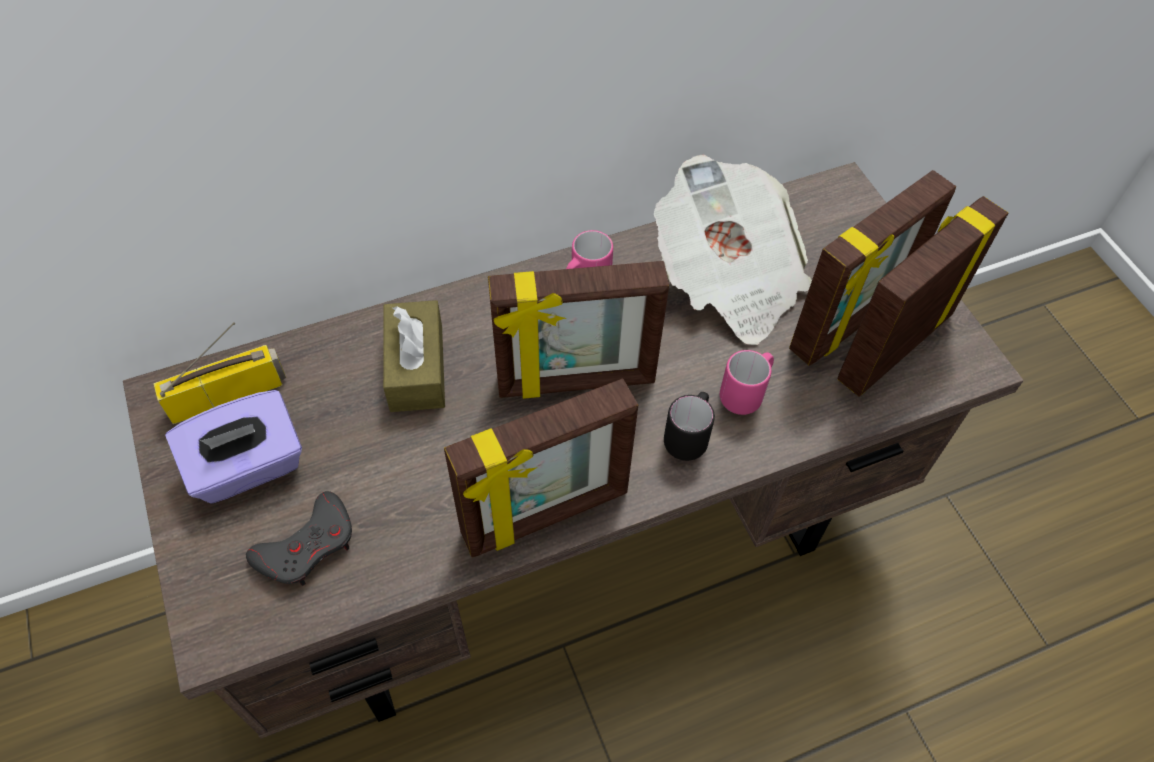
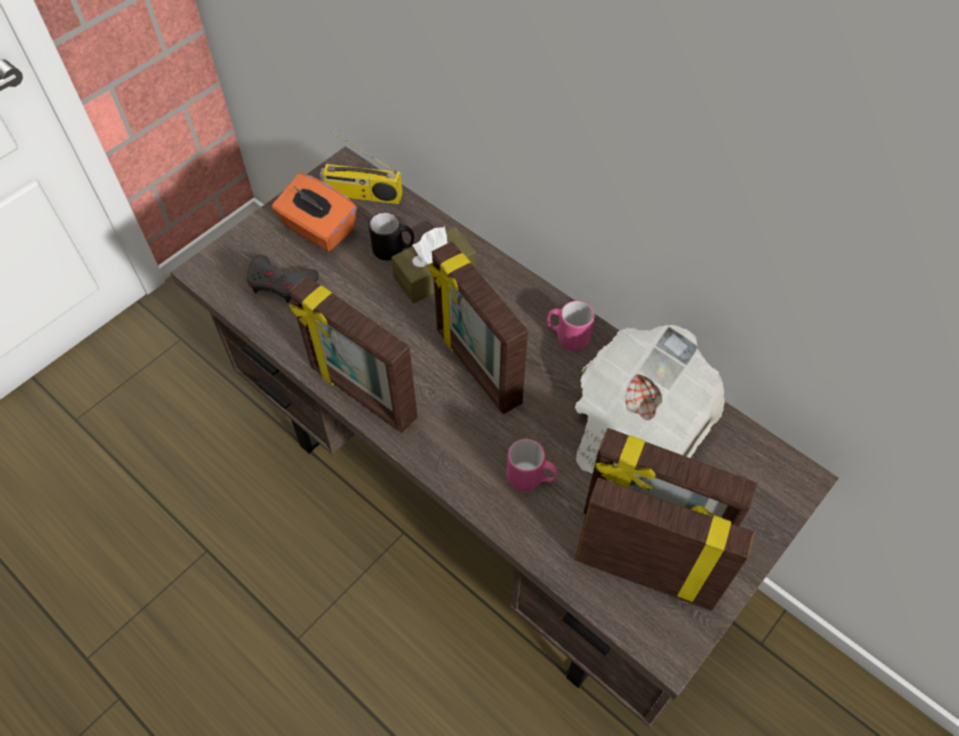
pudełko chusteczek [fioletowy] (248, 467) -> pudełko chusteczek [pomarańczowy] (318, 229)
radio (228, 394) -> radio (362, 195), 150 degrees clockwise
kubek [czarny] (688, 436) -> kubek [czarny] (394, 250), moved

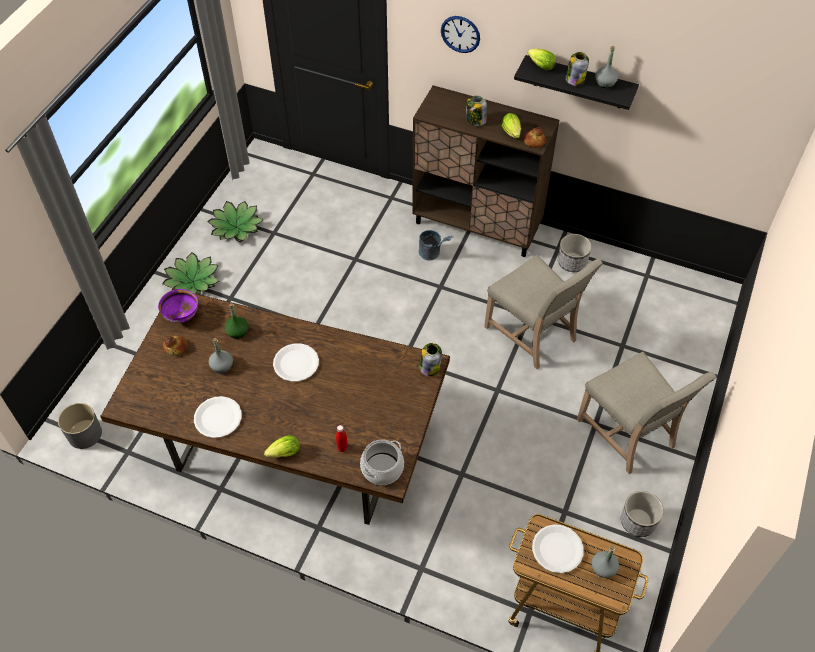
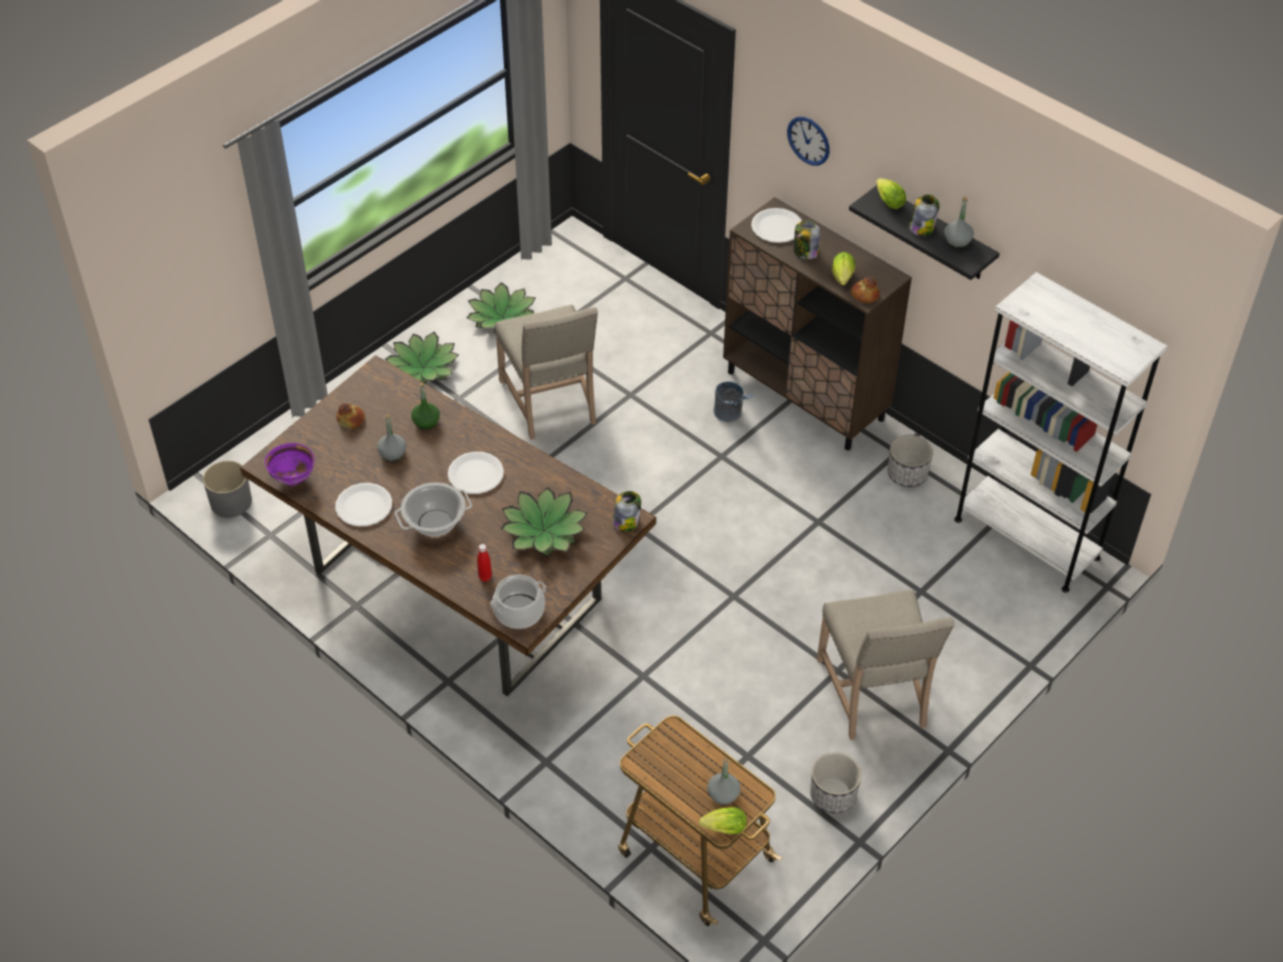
miska [fioletowy] (182, 316) -> miska [fioletowy] (293, 478), moved
none -> garnek (435, 523)
krzesło [beżowy] (533, 334) -> krzesło [beżowy] (551, 403), moved
none -> roślina doniczkowa (544, 530)
sałata (282, 453) -> sałata (722, 829), moved
talerz [biały] (557, 549) -> talerz [biały] (777, 227), moved
none -> regał [biały] (1026, 538)

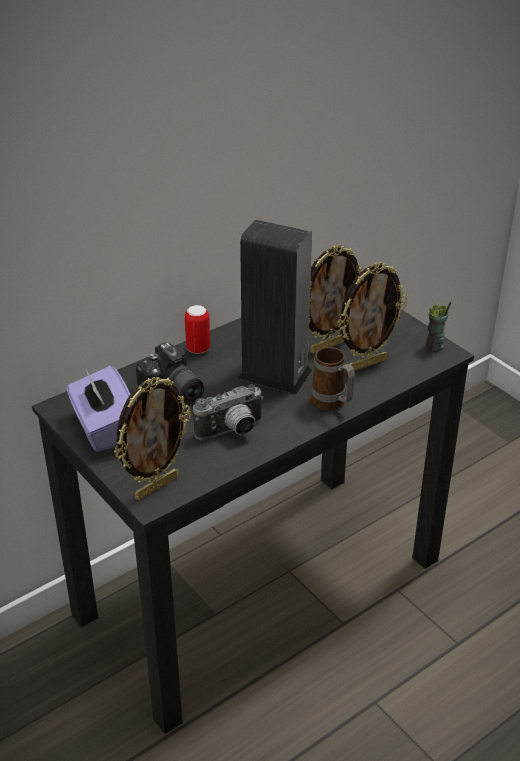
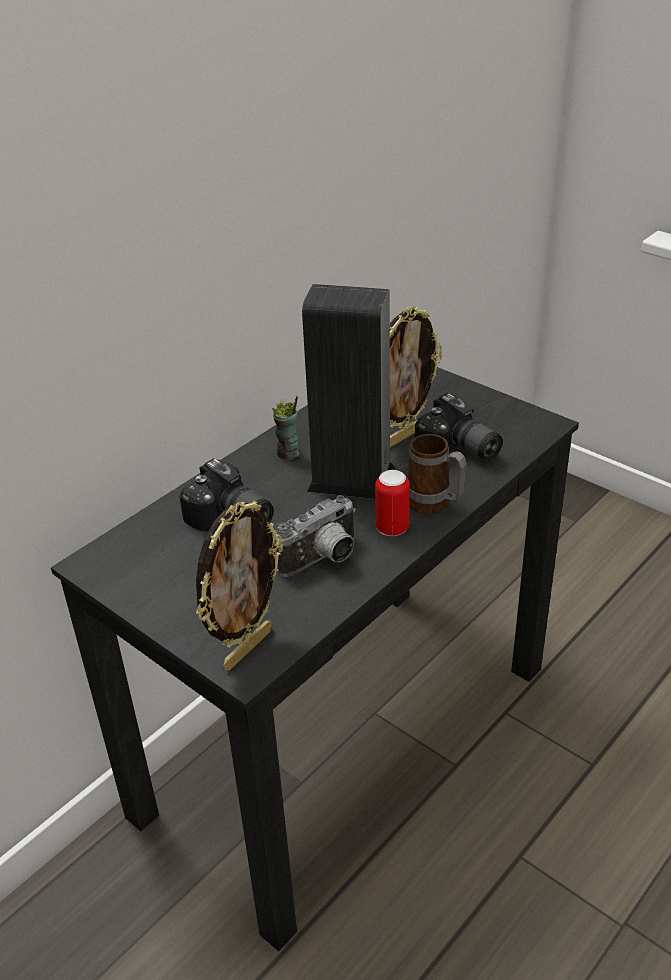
filiżanka (434, 346) -> filiżanka (288, 454), moved
puszka (198, 349) -> puszka (392, 528), moved
ramka na zdjęcie (366, 364) -> aparat fotograficzny (458, 451)
pudełko chusteczek [fioletowy] (104, 428) -> none

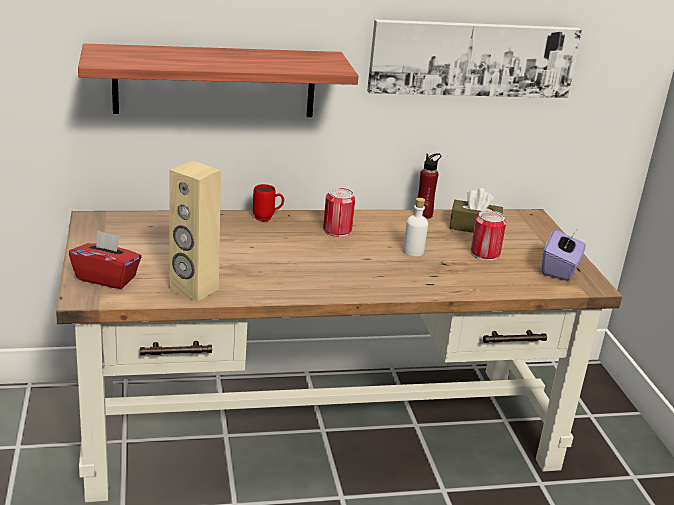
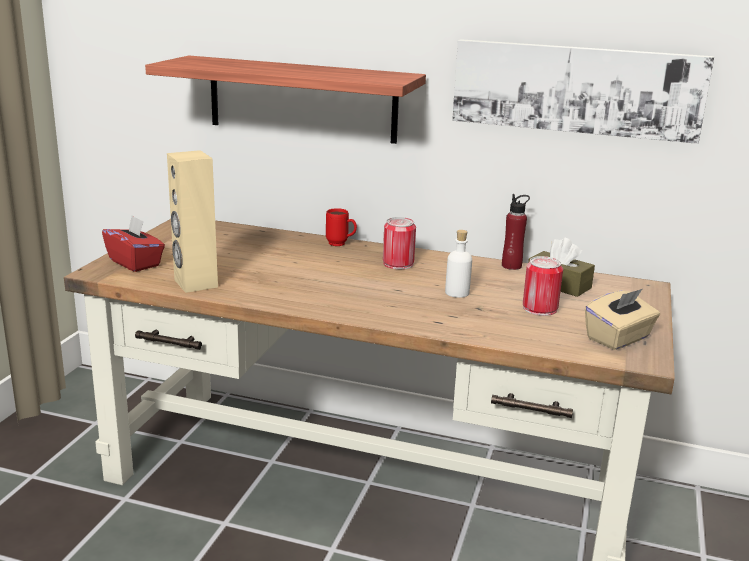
pudełko chusteczek [fioletowy] (560, 269) -> pudełko chusteczek [beżowy] (618, 338)

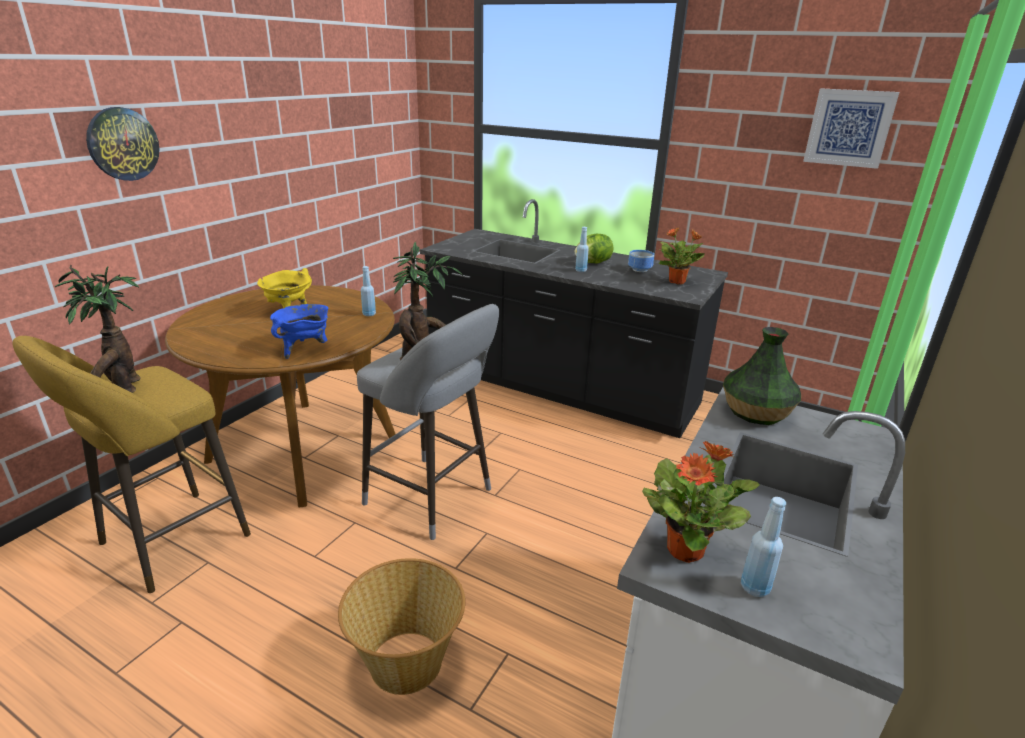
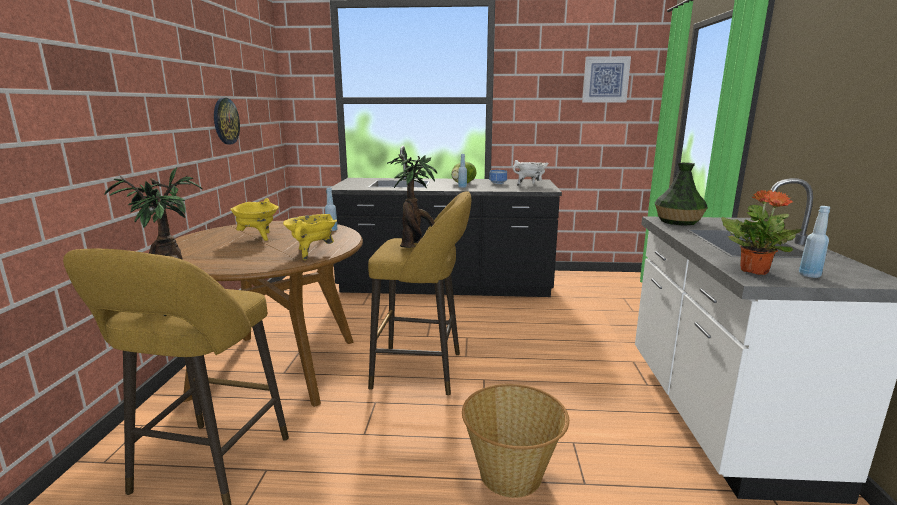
zegar ścienny (122, 144) -> zegar ścienny (225, 121), moved
garnek [niebieski] (305, 349) -> garnek [żółty] (312, 253)
stołek [szary] (434, 499) -> stołek [żółty] (423, 370)
roślina doniczkowa (677, 282) -> garnek [biały] (530, 185)

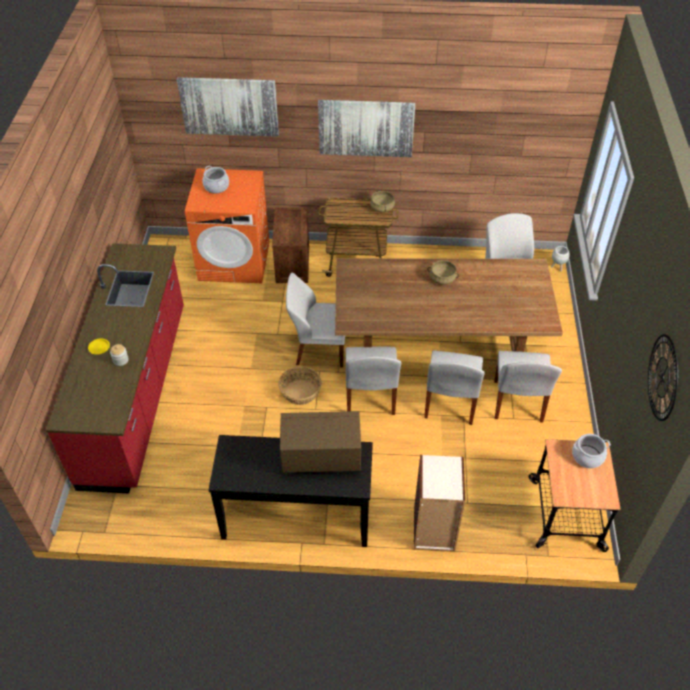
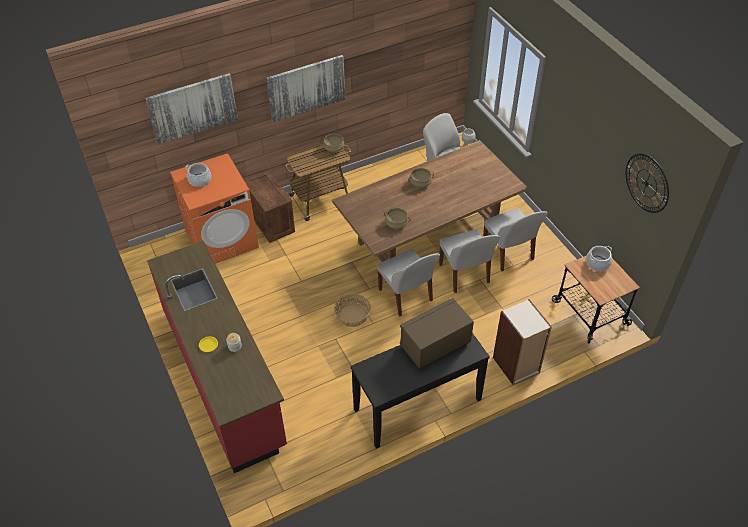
none -> garnek [beżowy] (396, 223)
krzesło [biały] (319, 349) -> none

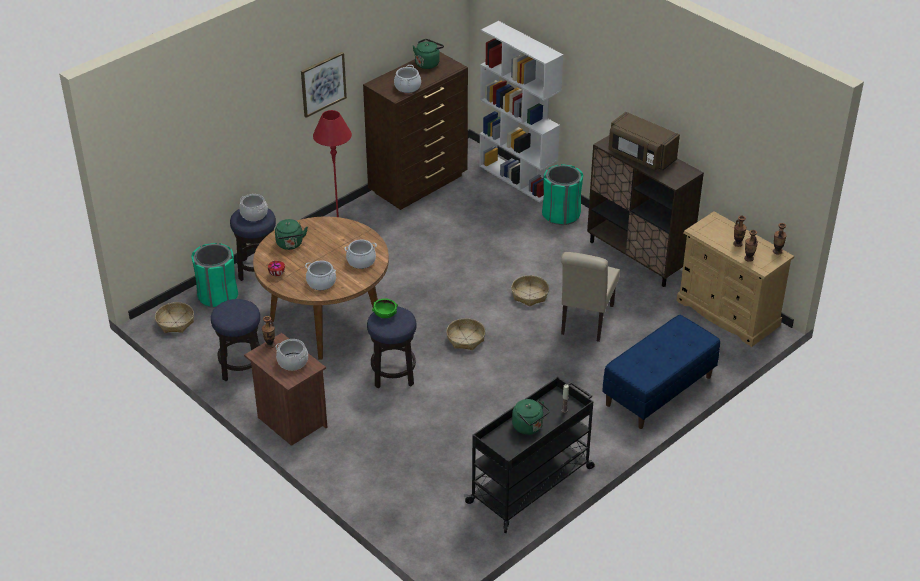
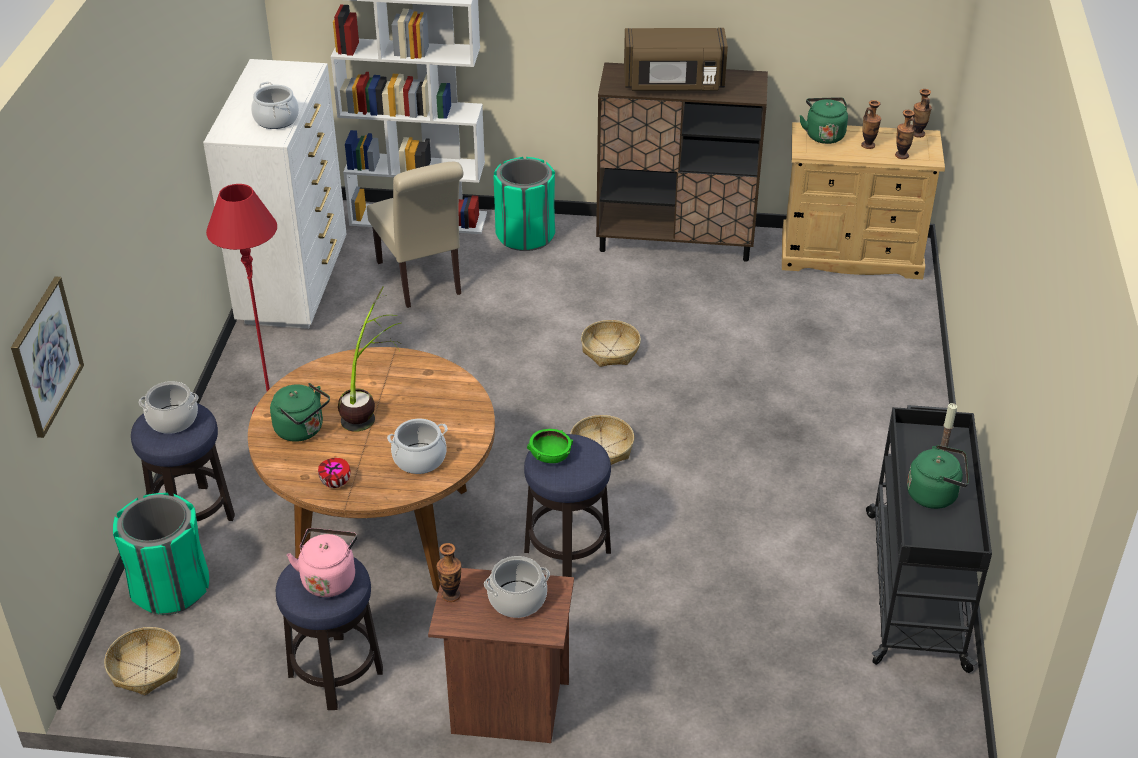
obraz (323, 84) -> obraz (46, 356), moved
komoda [brązowy] (419, 184) -> komoda [biały] (295, 284)
none -> czajnik [różowy] (329, 578)
none -> roślina doniczkowa (370, 407)
krzesło [beżowy] (585, 322) -> krzesło [beżowy] (422, 281), moved
czajnik [zielony] (428, 63) -> czajnik [zielony] (824, 135), moved
garnek (361, 261) -> none
ławka [niebieski] (659, 391) -> none

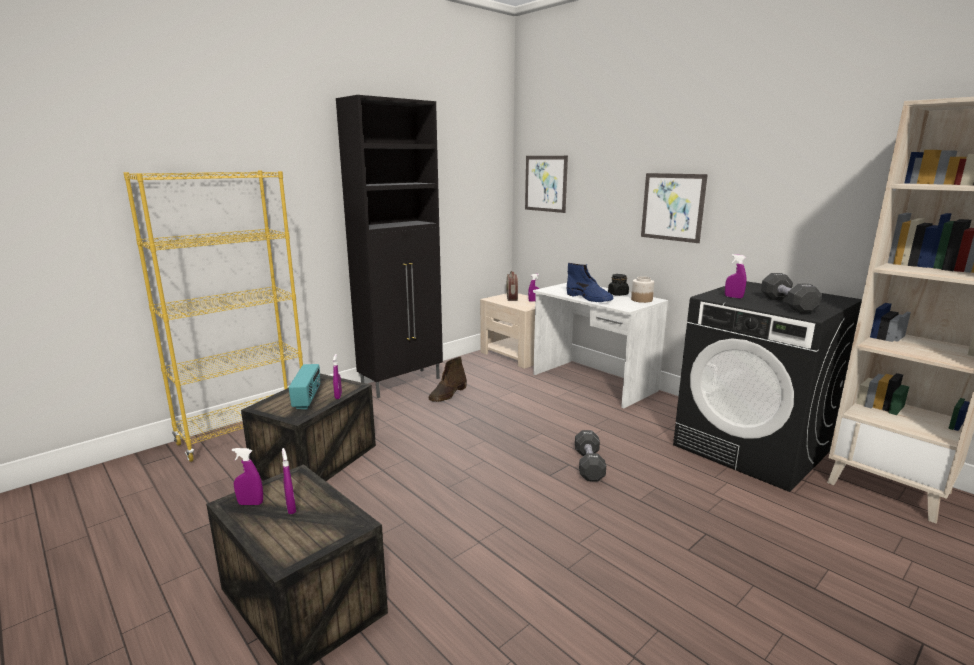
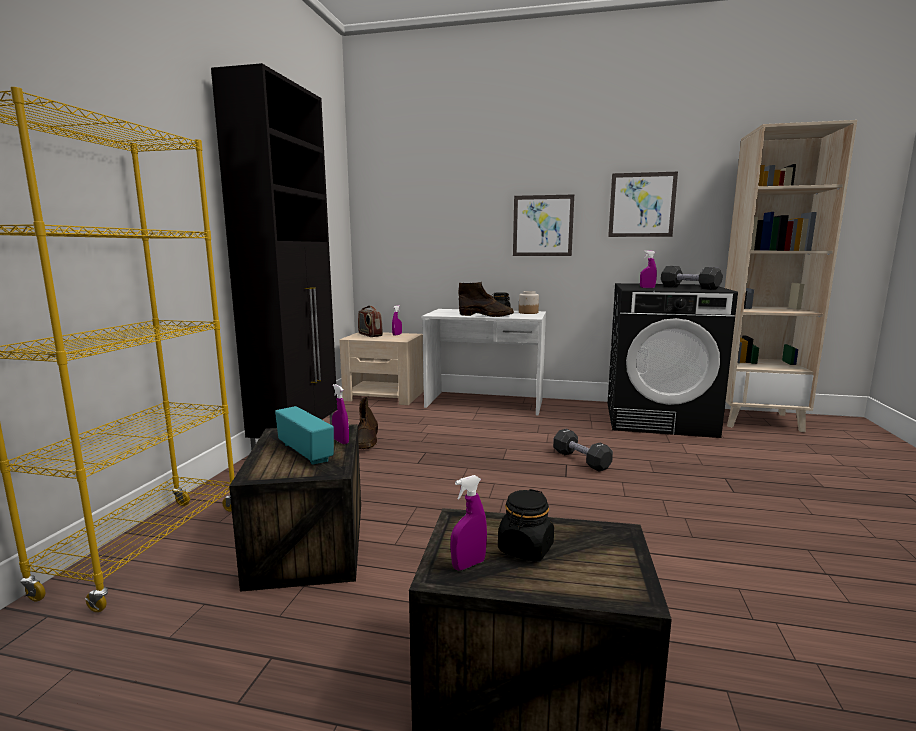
but z cholewką [niebieski] (589, 298) -> but z cholewką [brązowy] (486, 315)
spryskiwacz [fioletowy] (291, 508) -> słoik [czarny] (525, 549)
obraz (545, 183) -> obraz (642, 205), moved

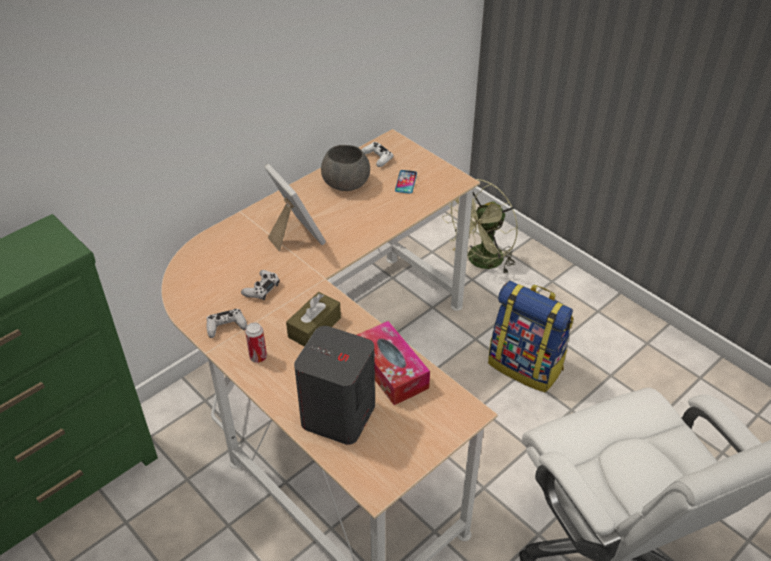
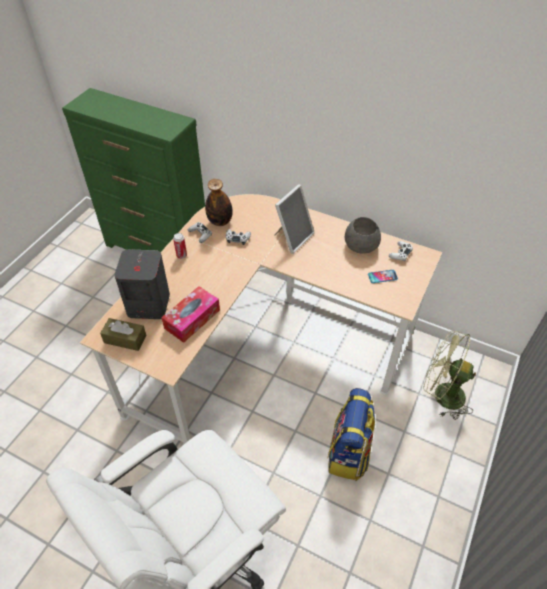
pudełko chusteczek [brązowy] (314, 327) -> pudełko chusteczek [brązowy] (125, 339), moved
none -> butelka (220, 221)

